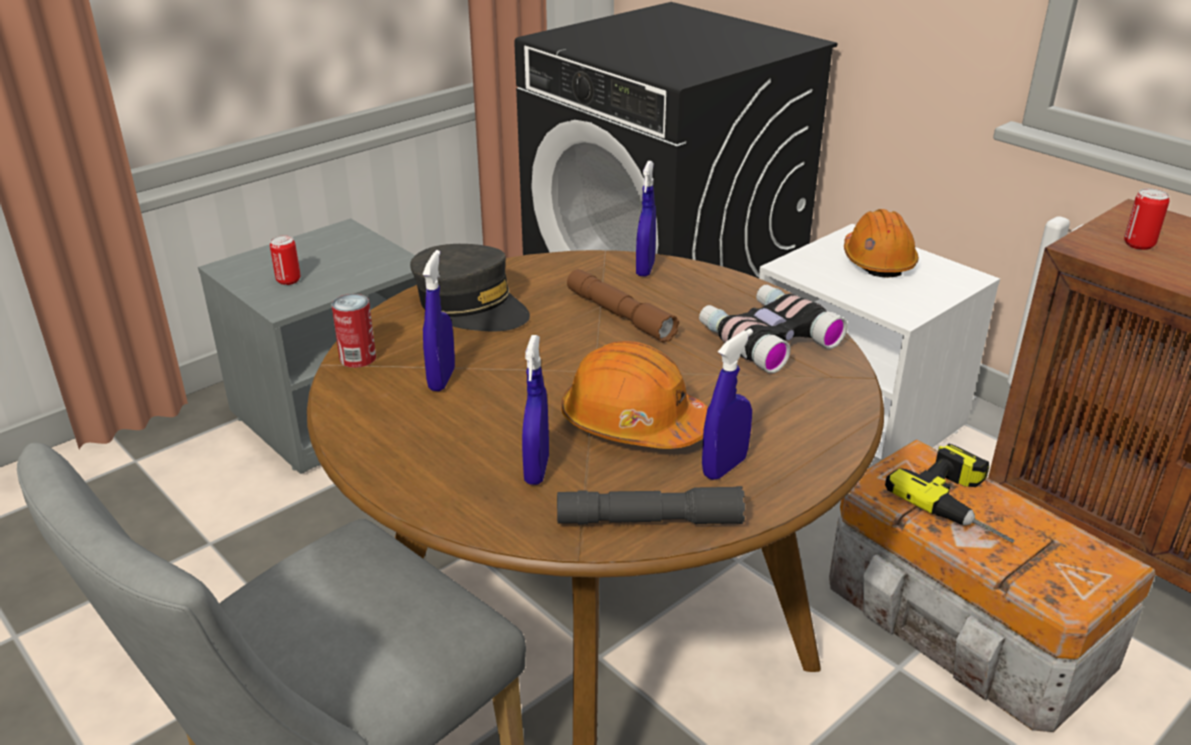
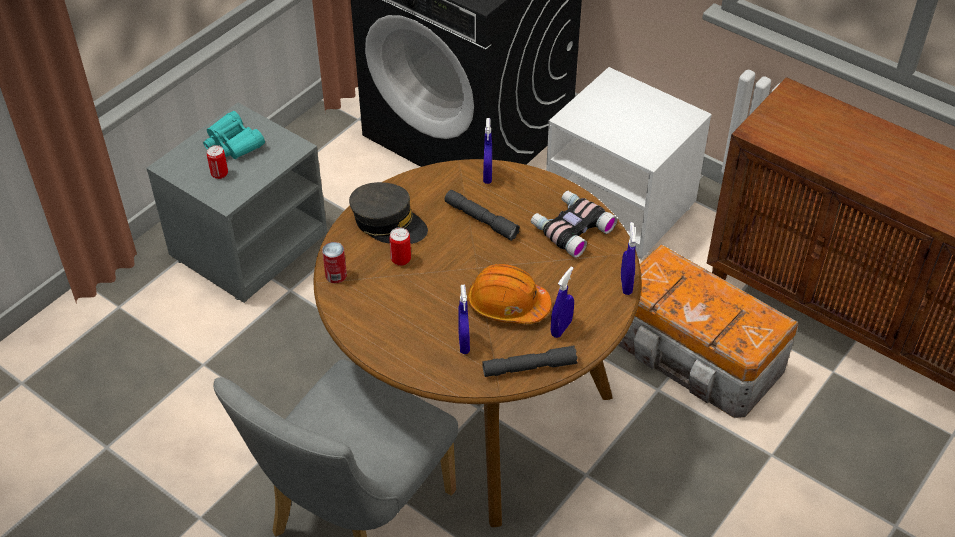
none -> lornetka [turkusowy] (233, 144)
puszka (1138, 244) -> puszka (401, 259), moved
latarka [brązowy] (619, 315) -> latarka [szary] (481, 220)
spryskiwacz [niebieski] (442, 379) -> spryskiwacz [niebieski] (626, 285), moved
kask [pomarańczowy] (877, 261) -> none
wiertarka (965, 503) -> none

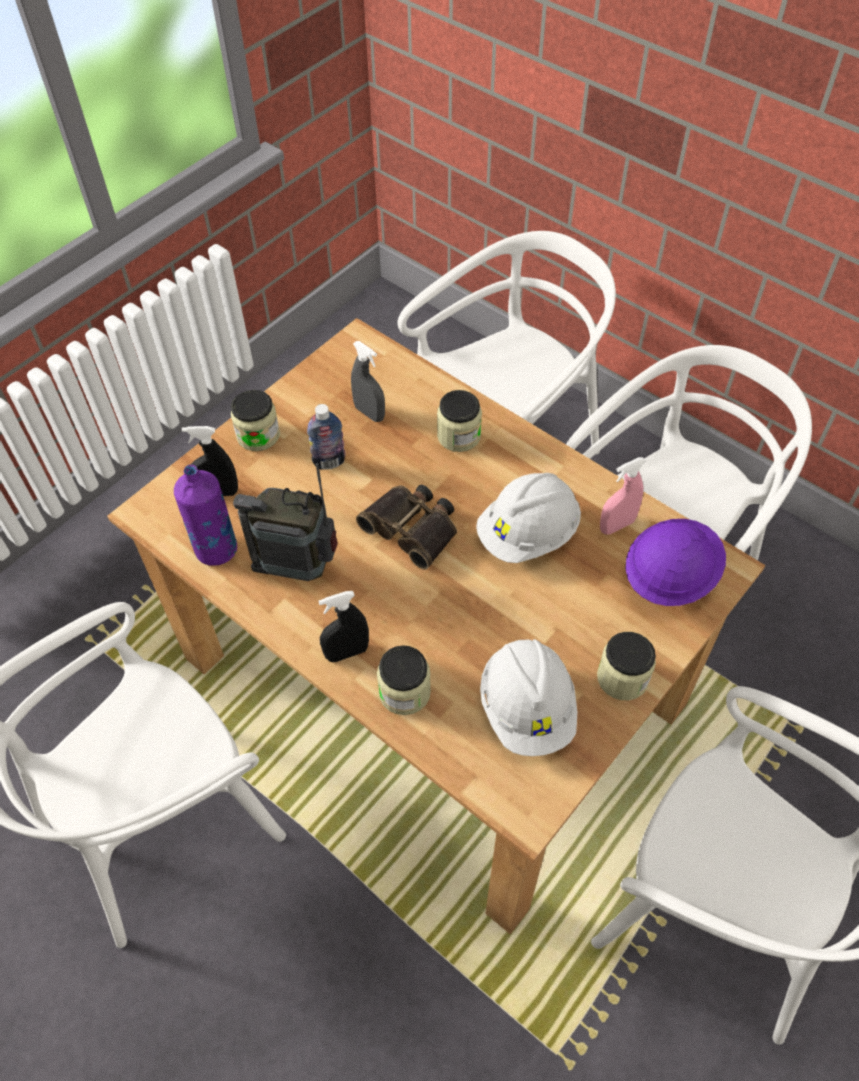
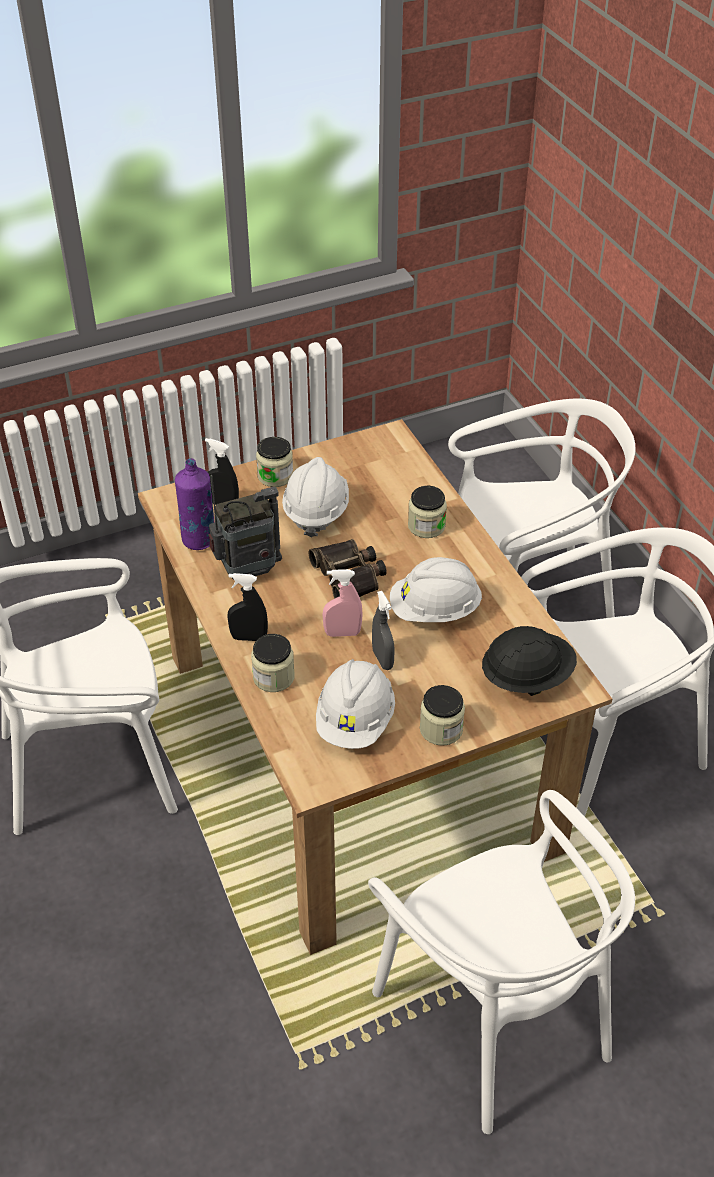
radio (298, 567) -> radio (249, 572), 120 degrees clockwise
butelka (329, 462) -> kask [biały] (316, 511)
spryskiwacz [różowy] (616, 525) -> spryskiwacz [różowy] (342, 633), moved
spryskiwacz [szary] (369, 413) -> spryskiwacz [szary] (382, 659), moved
kask [fioletowy] (669, 577) -> kask [czarny] (526, 678)

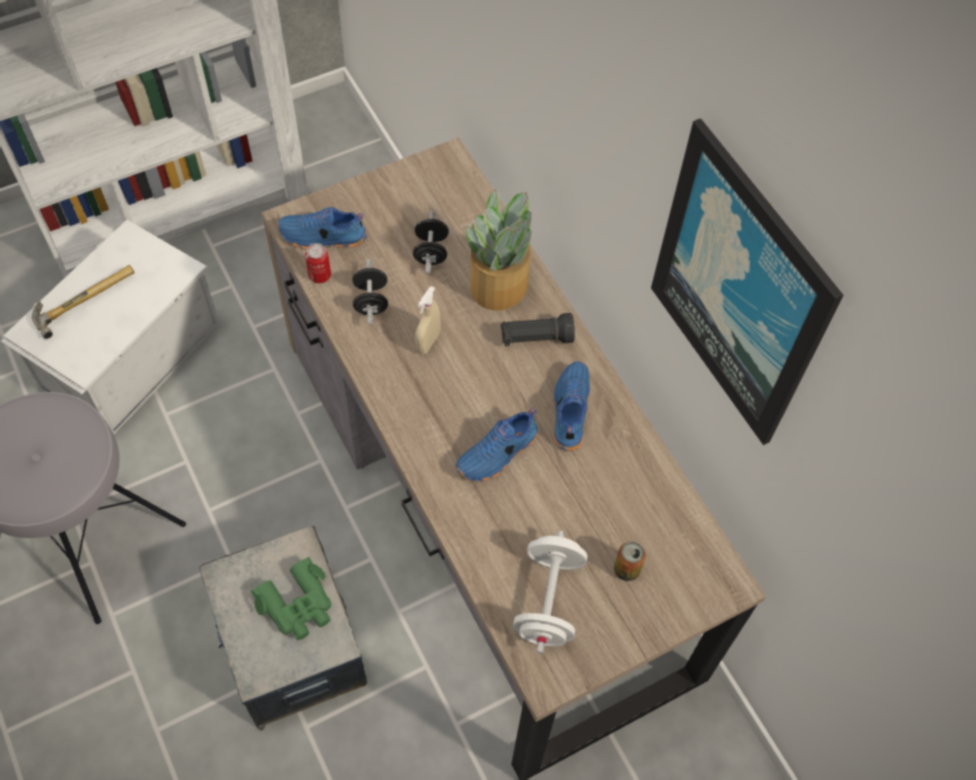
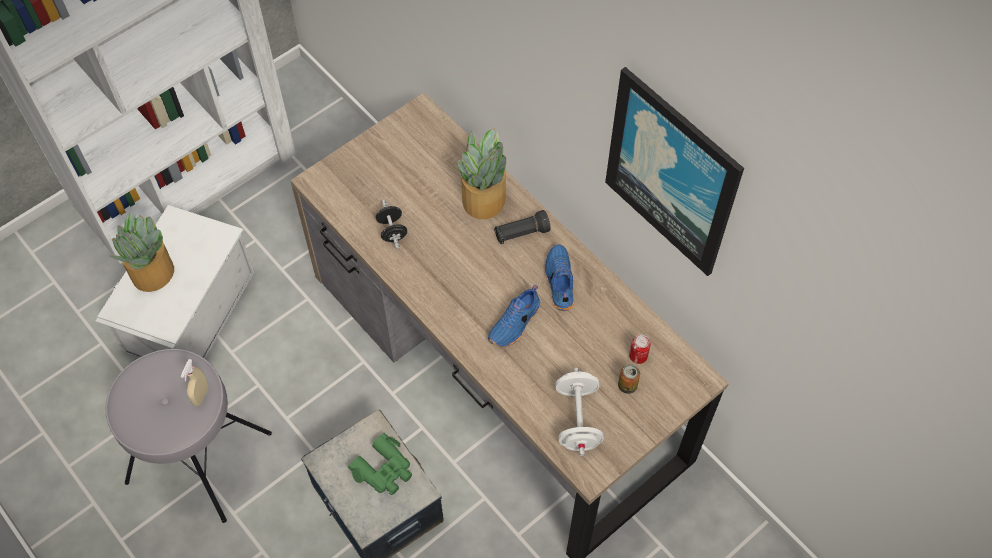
młotek (82, 297) -> roślina doniczkowa (152, 273)
spryskiwacz [beżowy] (428, 343) -> spryskiwacz [beżowy] (201, 395), moved
puszka (319, 275) -> puszka (638, 356), moved
but [niebieski] (323, 238) -> none
hantel [czarny] (431, 252) -> none

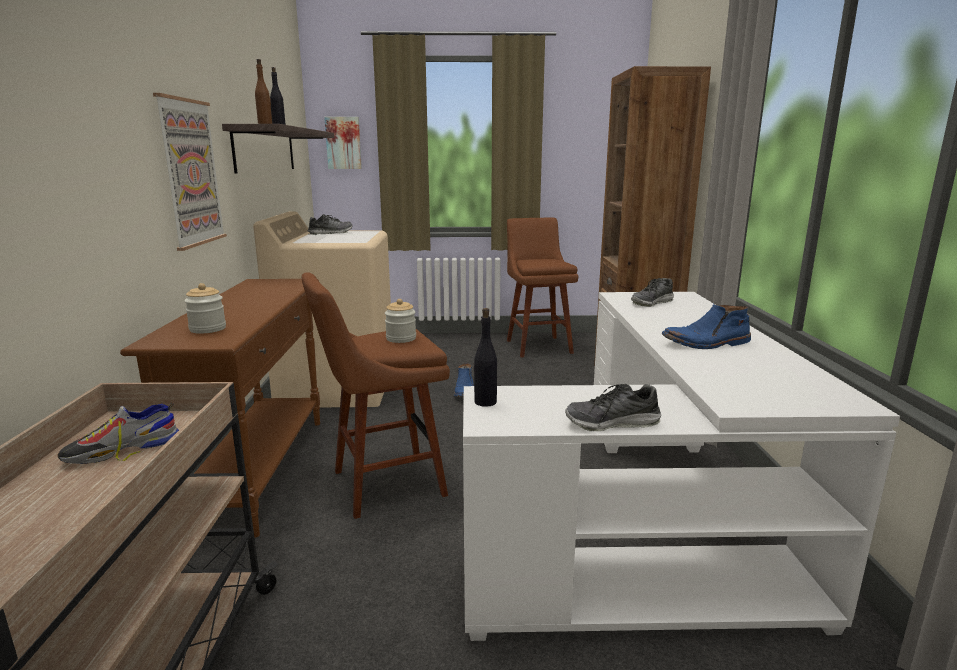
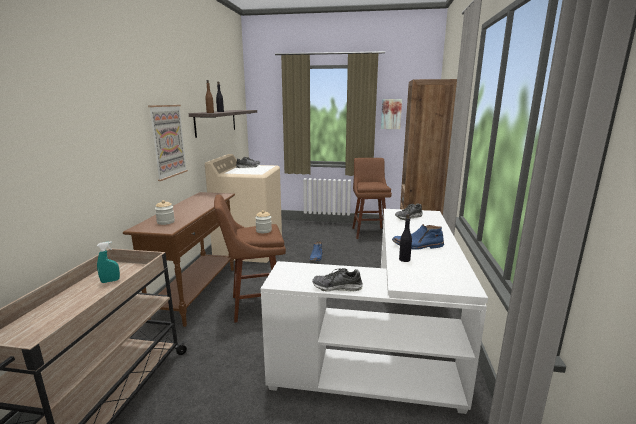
but (122, 450) -> spryskiwacz [turkusowy] (110, 281)
obraz (343, 143) -> obraz (391, 114), moved
butelka [czarny] (485, 402) -> butelka [czarny] (404, 259), moved

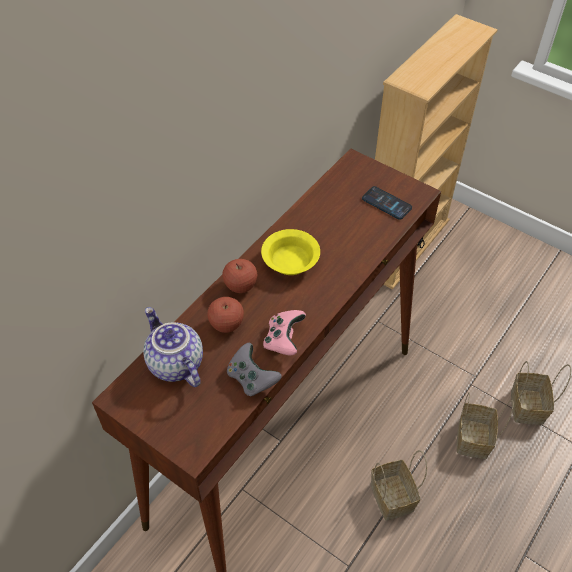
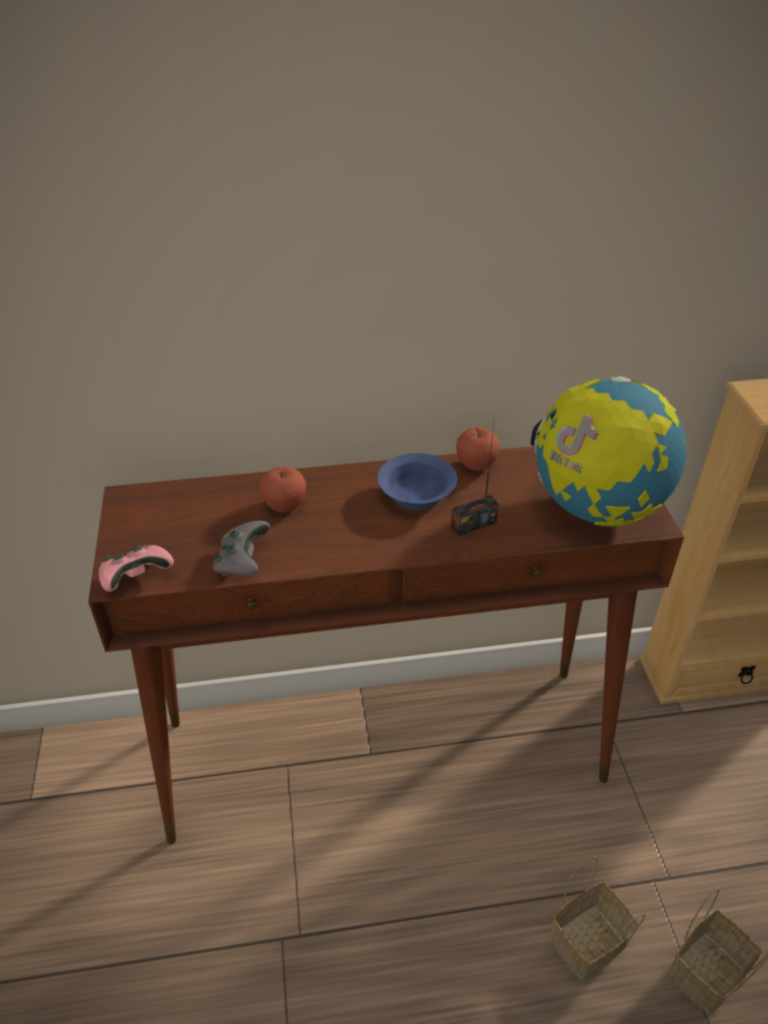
pad do gier [różowy] (283, 340) -> pad do gier [różowy] (137, 578), moved
miska [żółty] (289, 261) -> miska [niebieski] (415, 494)
none -> radio (473, 524)
jabłko (240, 286) -> jabłko (476, 464), moved
telefon (386, 203) -> globus (595, 508)
imbryk (174, 364) -> none
koszyk (393, 498) -> none

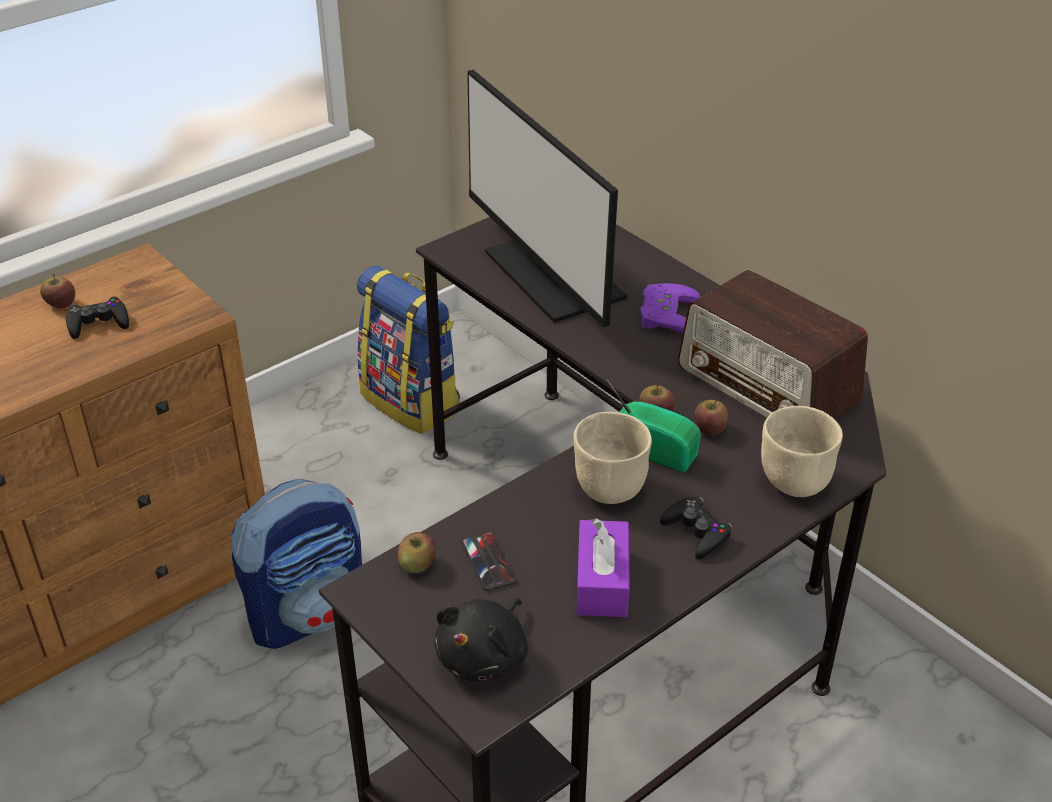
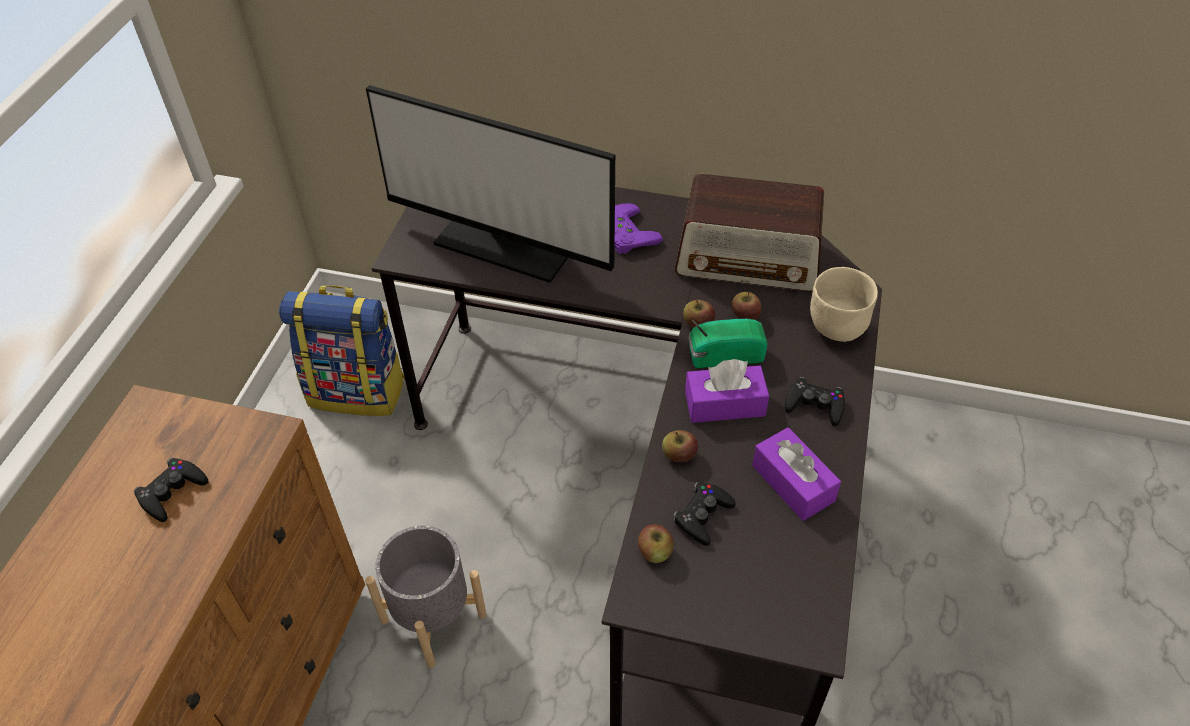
plecak (308, 612) -> donica [szary] (432, 618)
jabłko (61, 304) -> jabłko (679, 455), moved
telefon (489, 561) -> pad do gier [czarny] (702, 516)
miska [beżowy] (608, 488) -> pudełko chusteczek [fioletowy] (724, 404)
pluszak [czarny] (485, 656) -> none

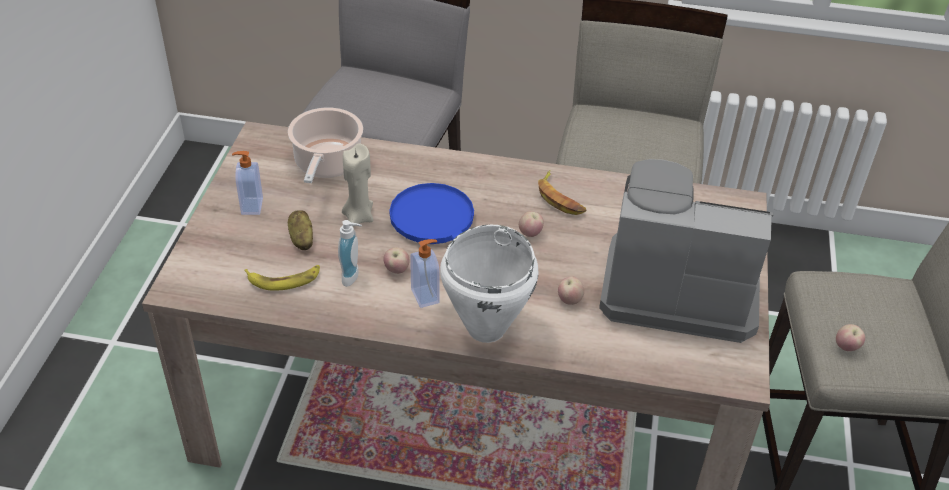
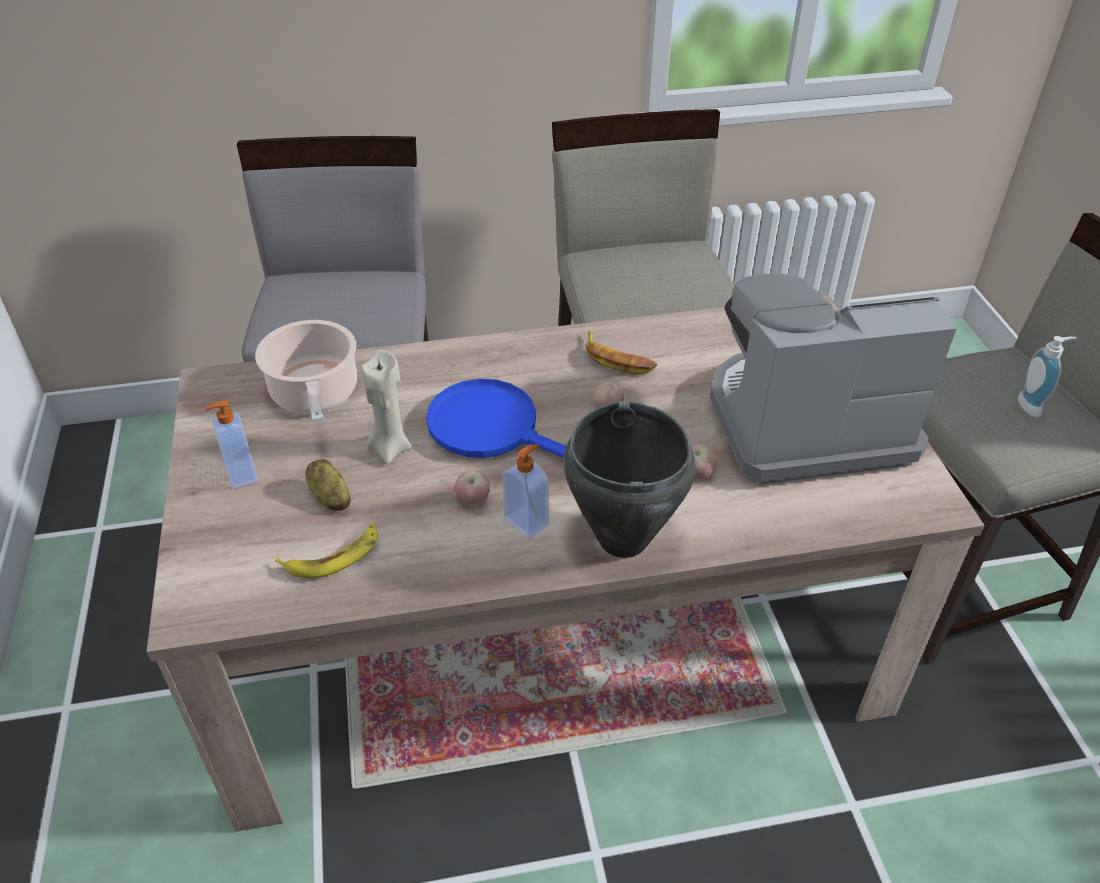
garnek [biały] (485, 329) -> garnek [czarny] (622, 540)
dozownik mydła (353, 277) -> dozownik mydła (1033, 406), moved
jabłko (846, 347) -> none

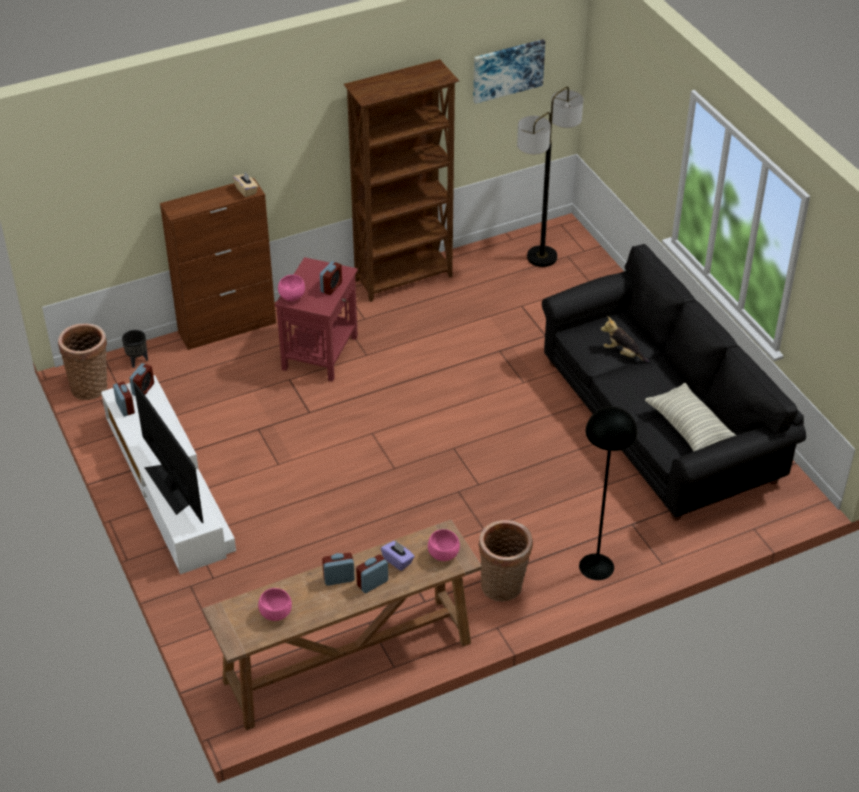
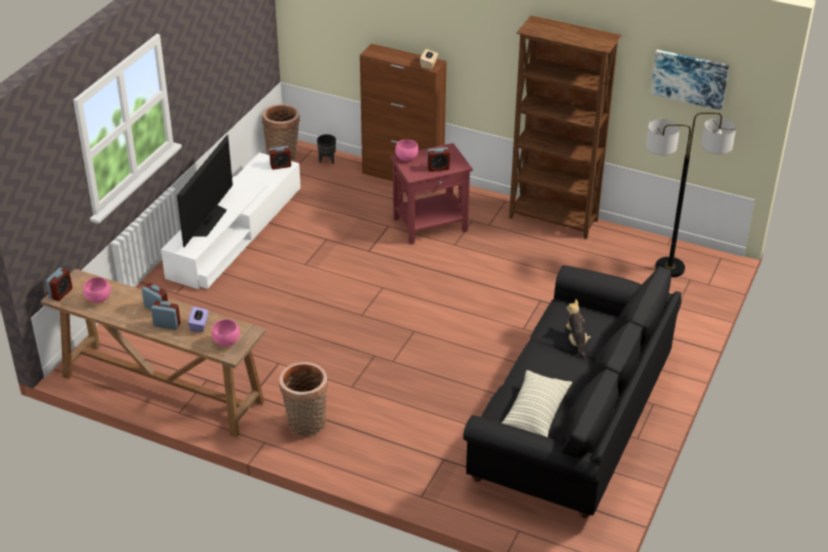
budzik (125, 408) -> budzik (61, 293), moved
lampa stojąca [czarny] (596, 566) -> none

